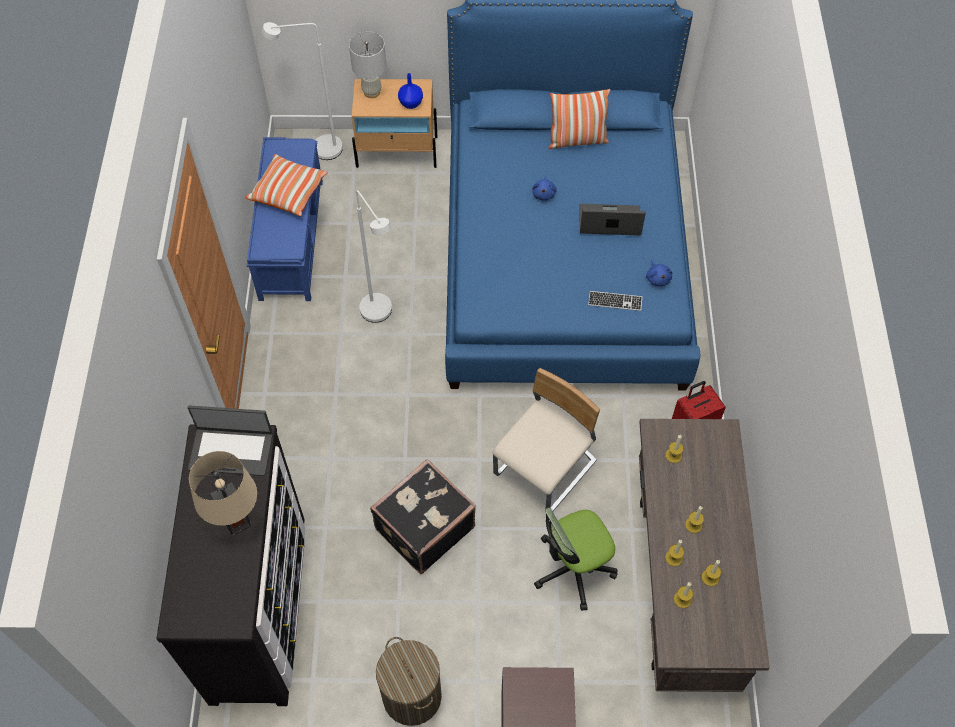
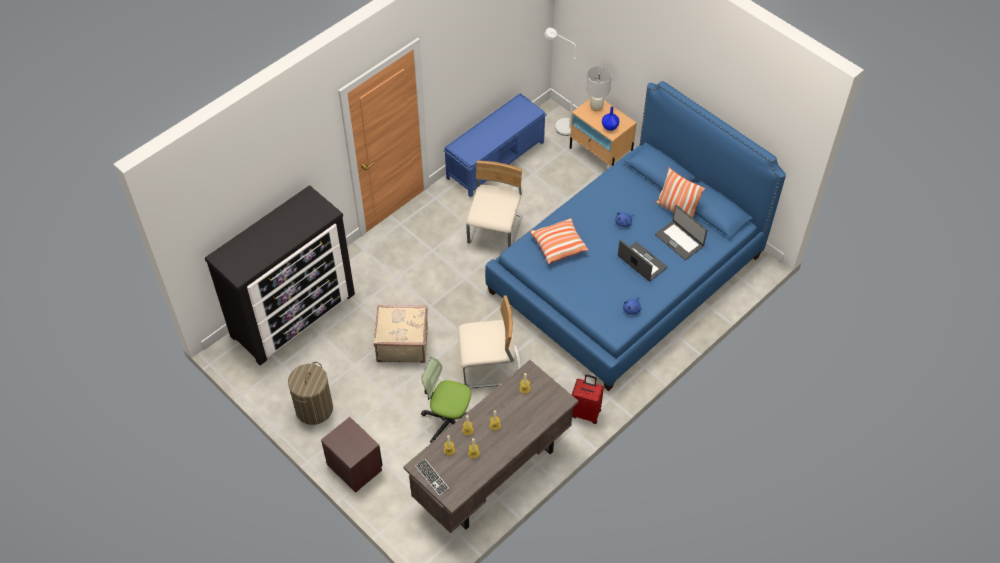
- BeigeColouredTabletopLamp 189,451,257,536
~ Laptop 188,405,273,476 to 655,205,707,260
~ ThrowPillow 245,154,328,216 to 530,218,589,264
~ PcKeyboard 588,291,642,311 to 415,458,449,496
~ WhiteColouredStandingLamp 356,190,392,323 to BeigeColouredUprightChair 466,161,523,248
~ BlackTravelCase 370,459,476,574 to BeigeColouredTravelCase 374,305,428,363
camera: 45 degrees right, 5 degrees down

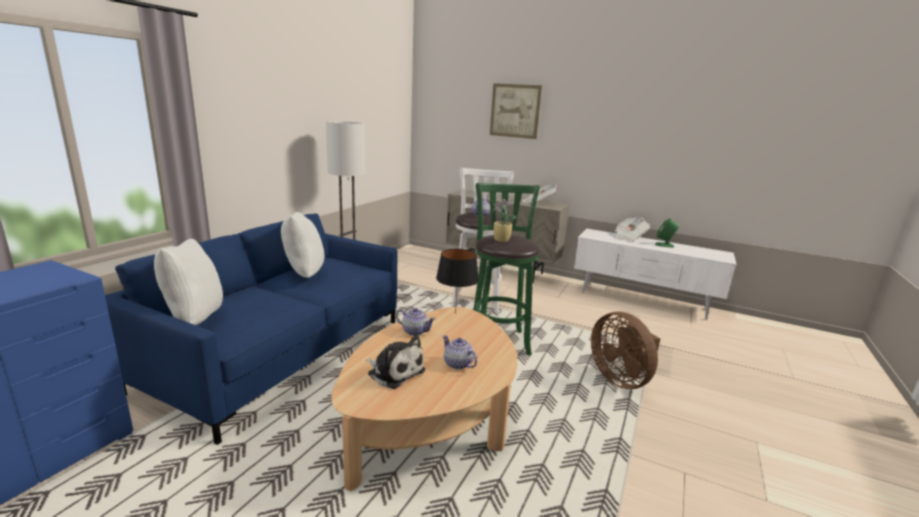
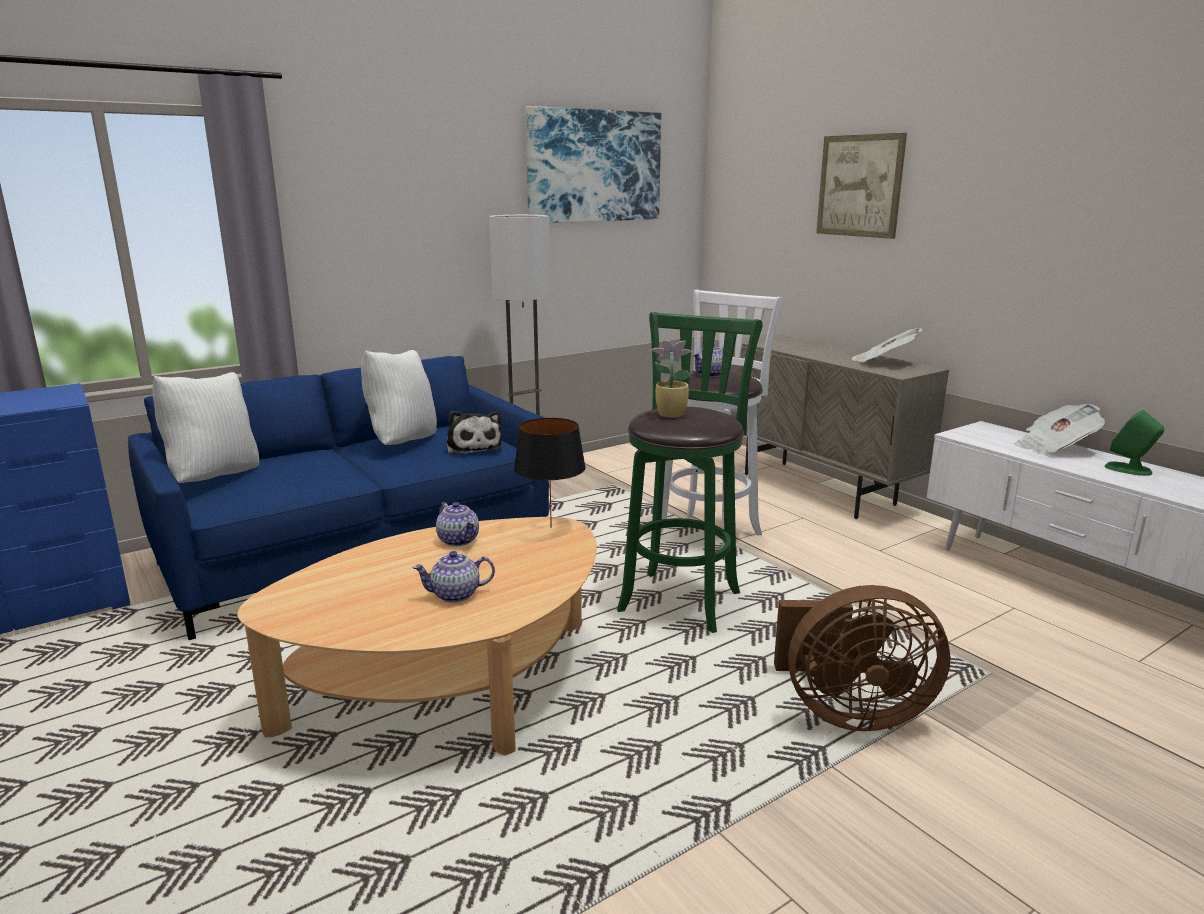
+ WallPicture 525,106,661,223
~ CuddlyToy 366,335,425,389 to 446,411,503,456
~ TeaPot 443,335,478,370 = 412,551,495,603 90 degrees counterclockwise
~ BrownColouredFan 591,312,661,389 = 774,585,950,731 90 degrees counterclockwise
camera: 30 degrees right, 0 degrees up

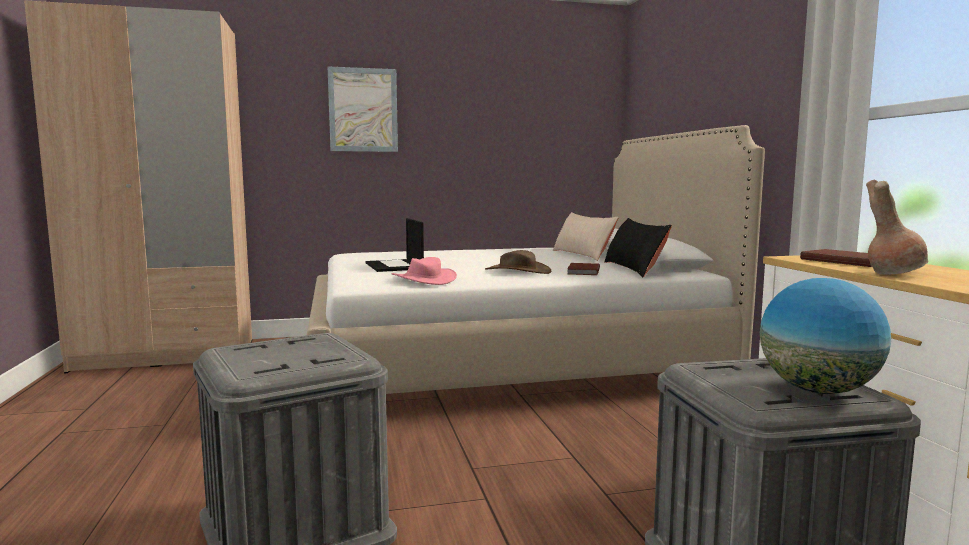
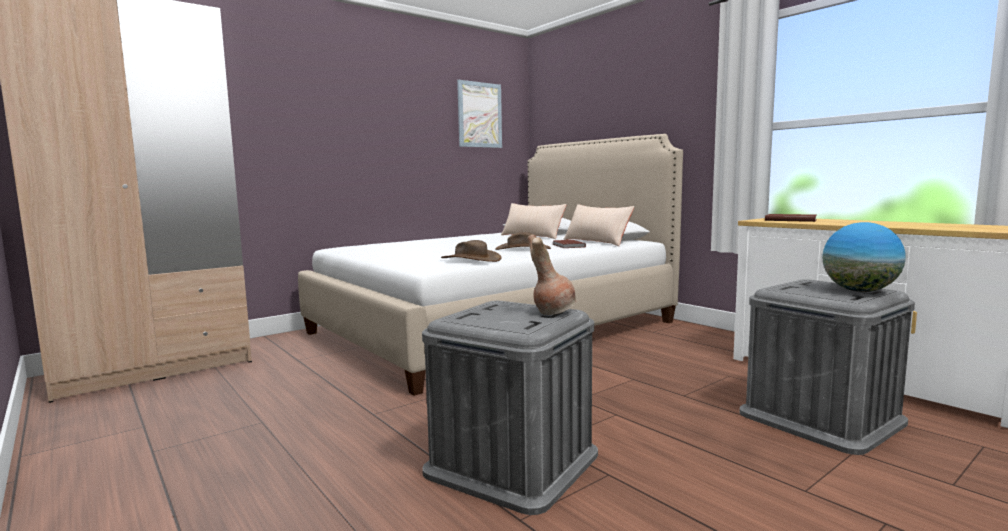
- Laptop 366,218,424,272
~ WallPicture 327,66,398,152 to 457,80,502,148
~ BrownColouredFlowerVase 866,180,929,275 to 527,234,577,315
~ PinkishHat 392,257,457,285 to BrownColouredHat 441,240,502,262
~ BlackThrowPillow 604,218,672,277 to BeigeColouredThrowPillow 563,204,634,246
camera: 25 degrees left, 0 degrees up

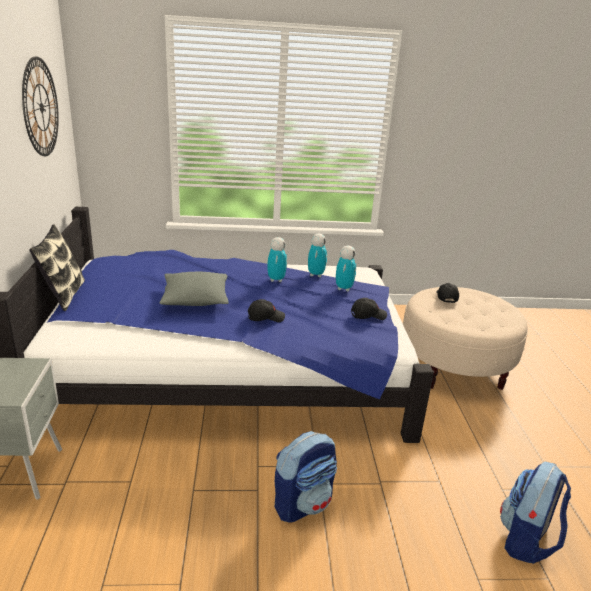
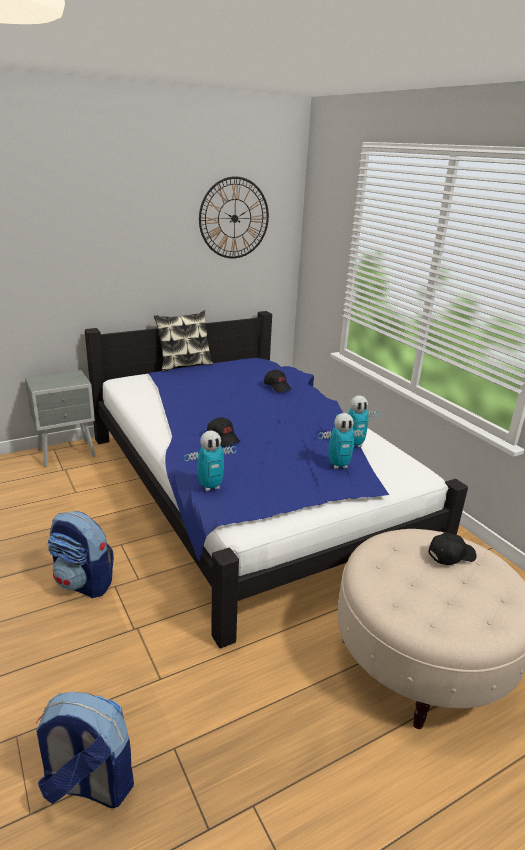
- GreyThrowPillow 159,272,229,306
~ ModelRobot 267,237,287,282 to 184,431,237,491
~ BlackPeakedCap 351,298,387,320 to 264,369,291,392
camera: 65 degrees right, 0 degrees up

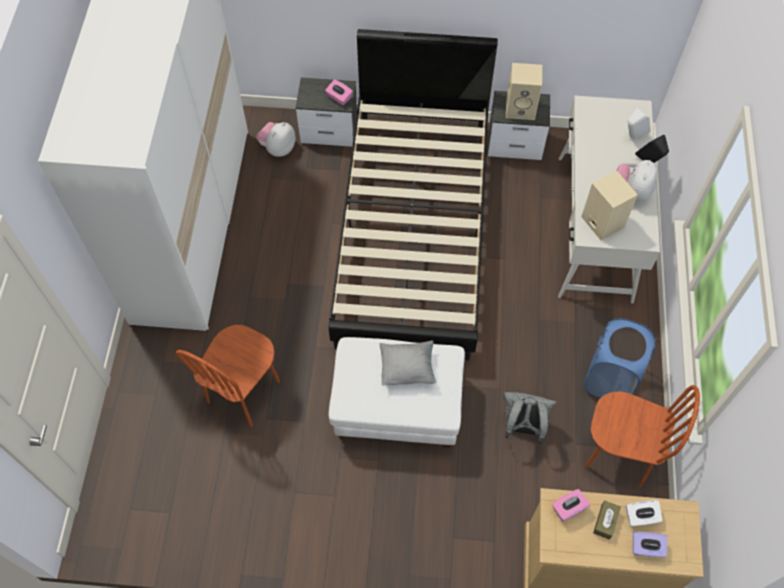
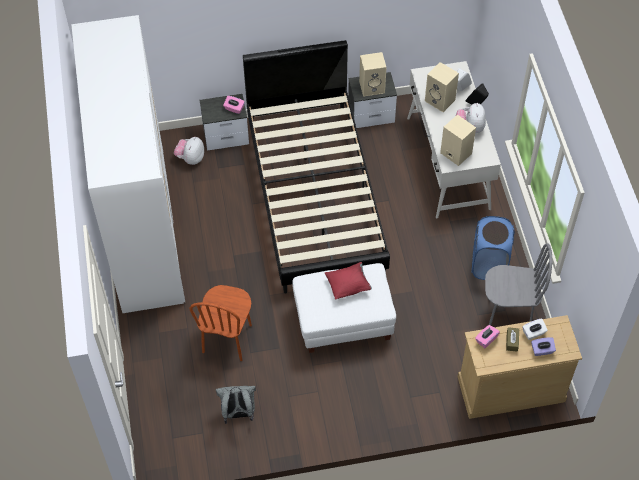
+ BeigeColouredAudioSpeaker 425,62,459,112
~ GreyRucksack 503,392,556,444 to 216,386,256,424
~ GreyThrowPillow 379,341,436,385 to RedColouredThrowPillow 325,262,372,299
~ BrownColouredUprightChair 585,385,700,487 to GreyUprightChair 485,243,552,325
camera: 15 degrees left, 5 degrees down

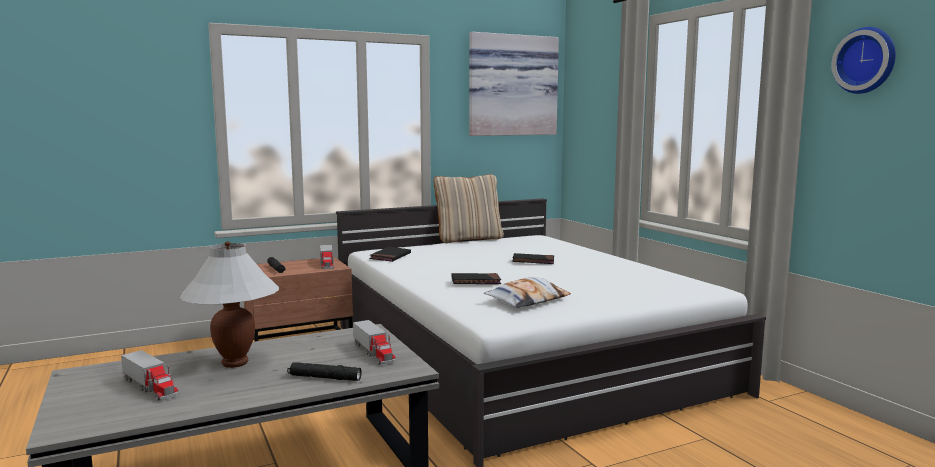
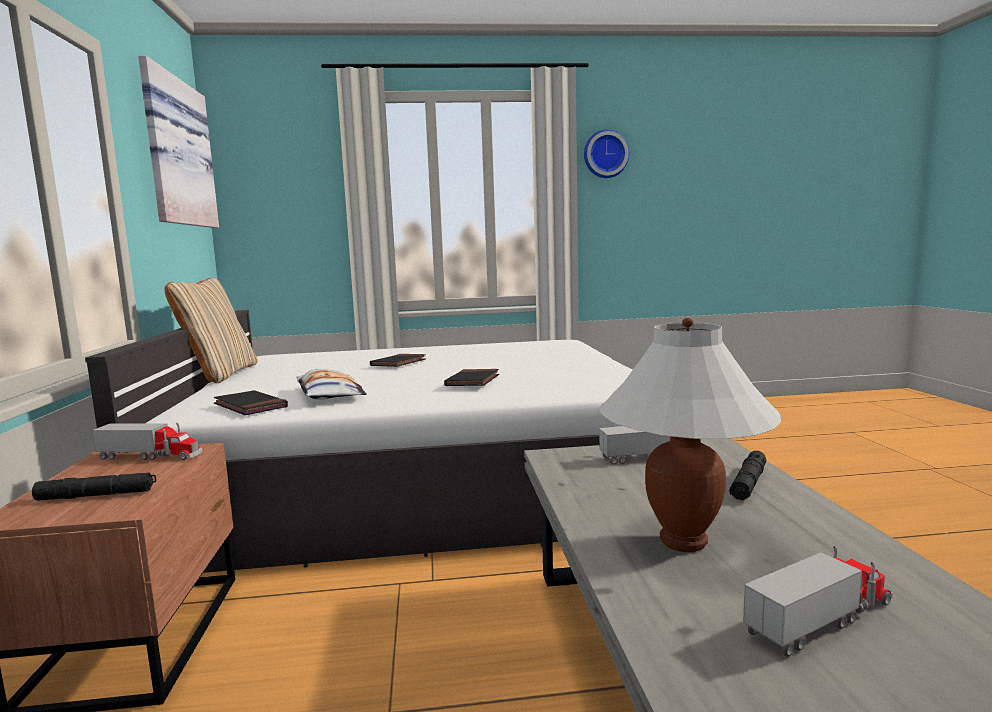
~ ThrowPillow 484,277,571,308 to 296,369,367,399
camera: 70 degrees left, 0 degrees up

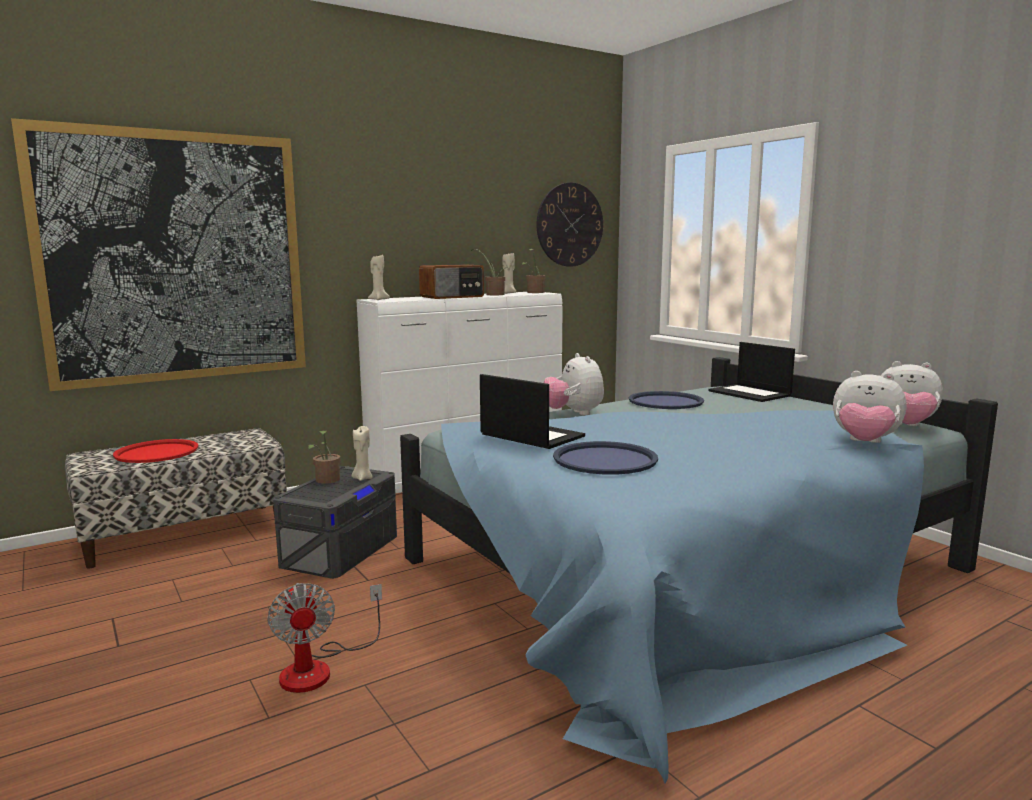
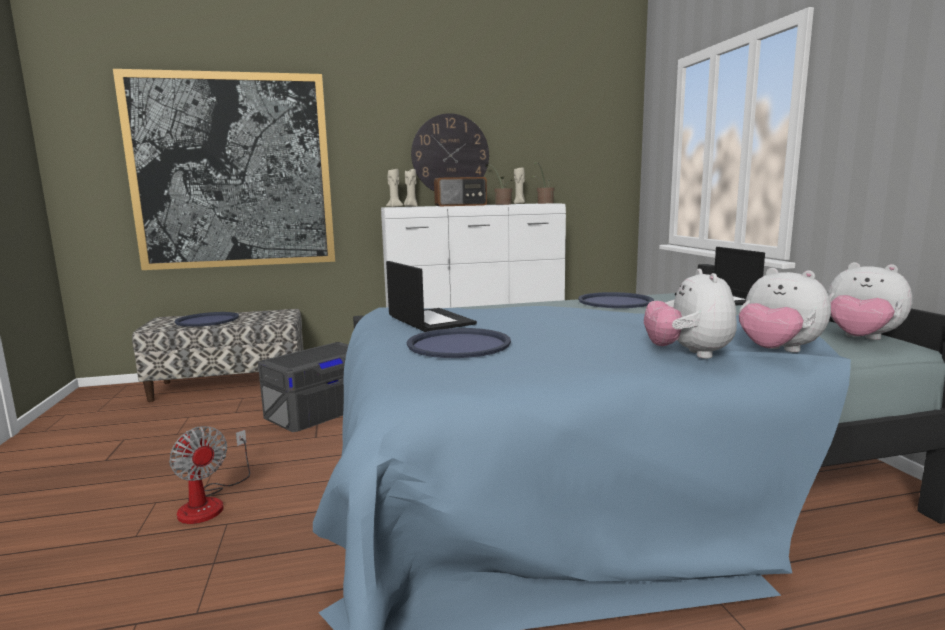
- PlantInAPot 308,430,341,484
~ BeigeColouredCandle 352,426,373,481 to 404,169,418,207
~ HangingClock 537,182,603,267 to 411,113,489,191
~ CuddlyToy 544,353,604,415 to 644,269,737,359
~ RedColouredServingTray 113,439,198,463 to BluishServingTray 174,312,239,327
~ Fan 267,583,382,693 = 169,426,250,524 45 degrees counterclockwise
camera: 20 degrees right, 0 degrees up

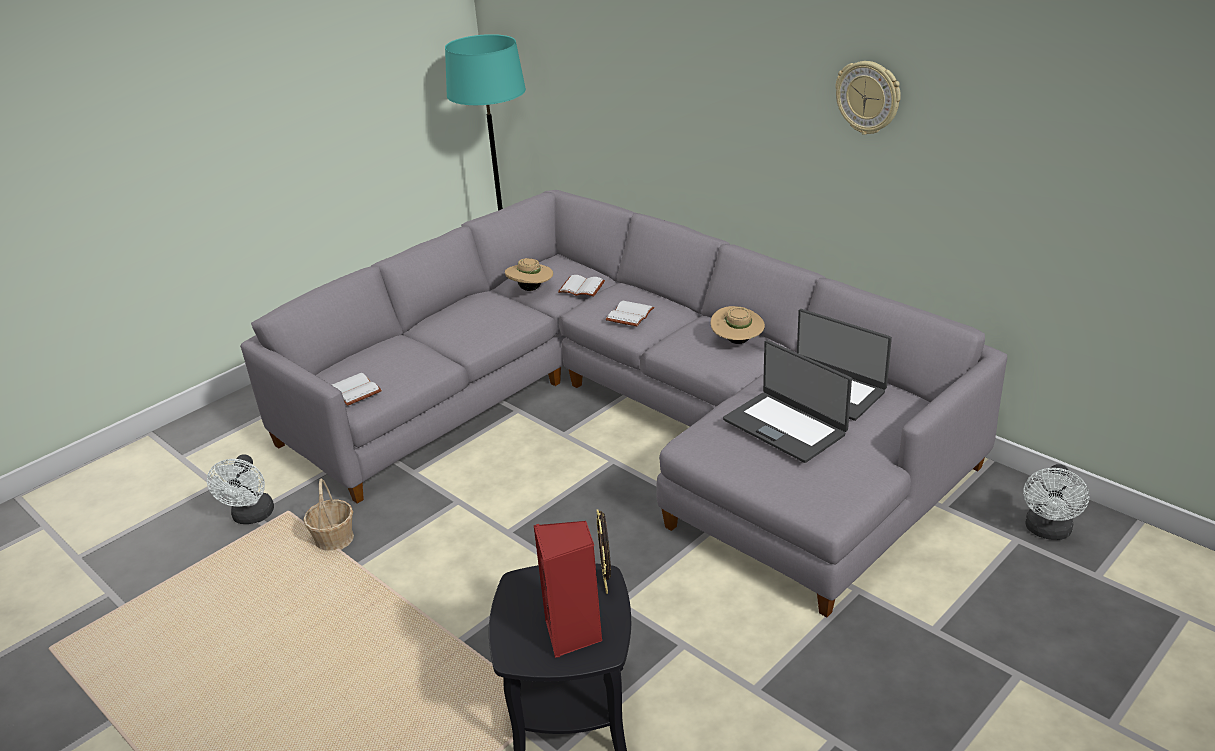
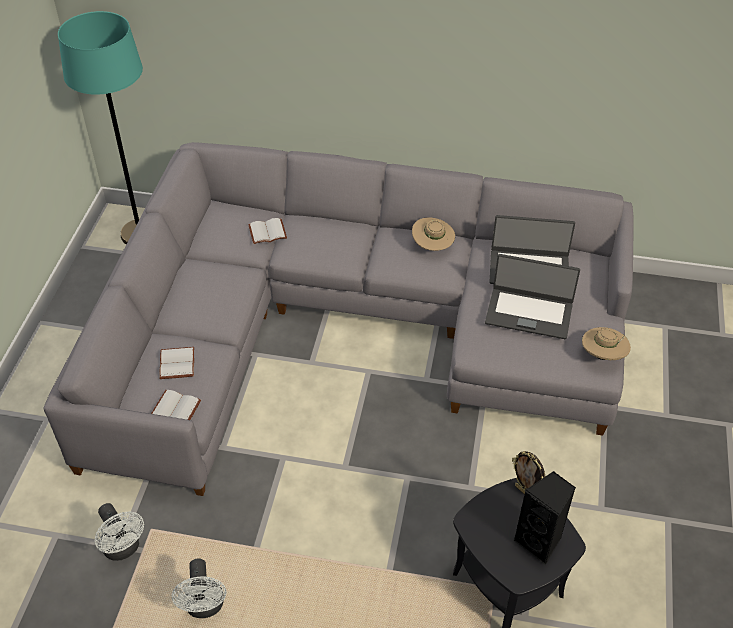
- StorageBasket 304,479,354,551
- HangingClock 835,61,901,135
~ BeigeColouredHat 505,258,553,291 to 582,327,631,360
~ WhiteColouredVolume 605,301,655,326 to 159,347,194,379
~ WhiteColouredFan 1023,464,1089,540 to 172,558,226,618
~ RedColouredAudioSpeaker 534,521,602,658 to BlackAudioSpeaker 514,471,576,565
camera: 35 degrees left, 15 degrees up

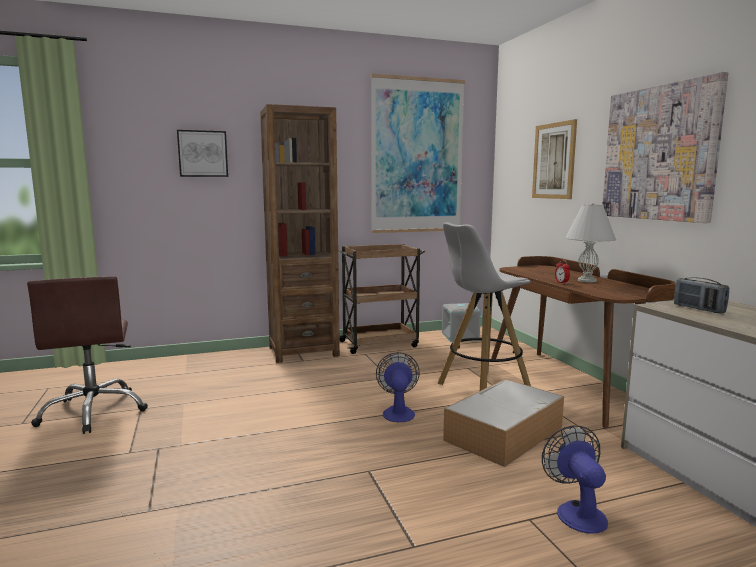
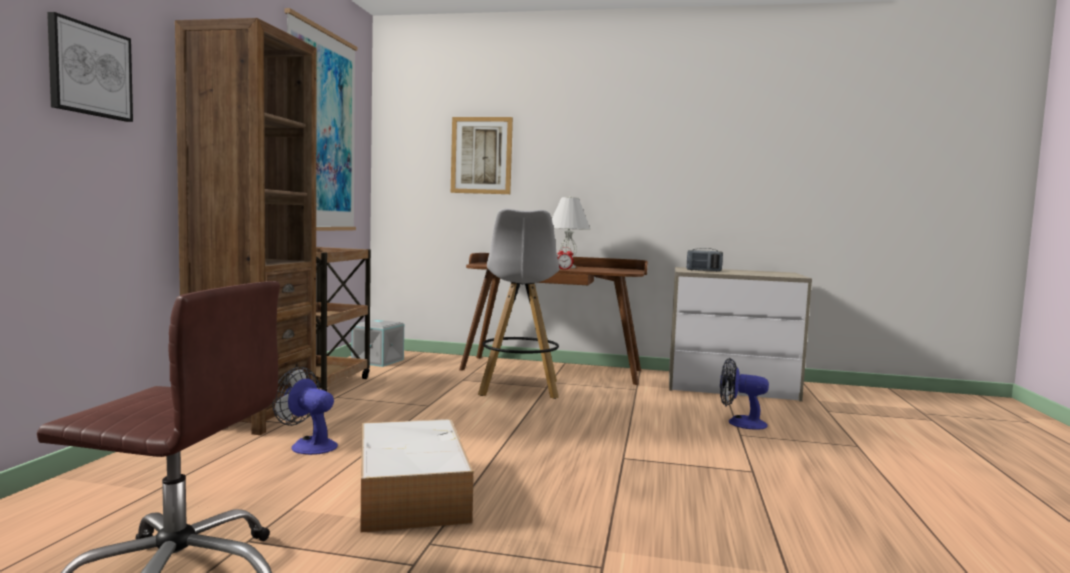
- WallPicture 602,72,728,223
~ Fan 376,352,420,422 to 272,367,338,455
~ StorageBin 443,379,564,467 to 360,419,474,533
camera: 60 degrees left, 5 degrees down

